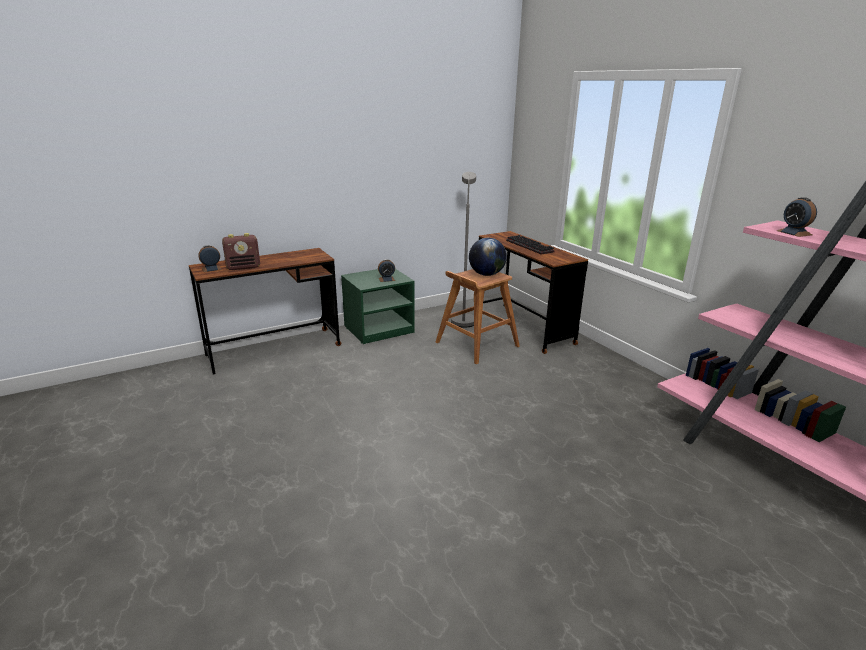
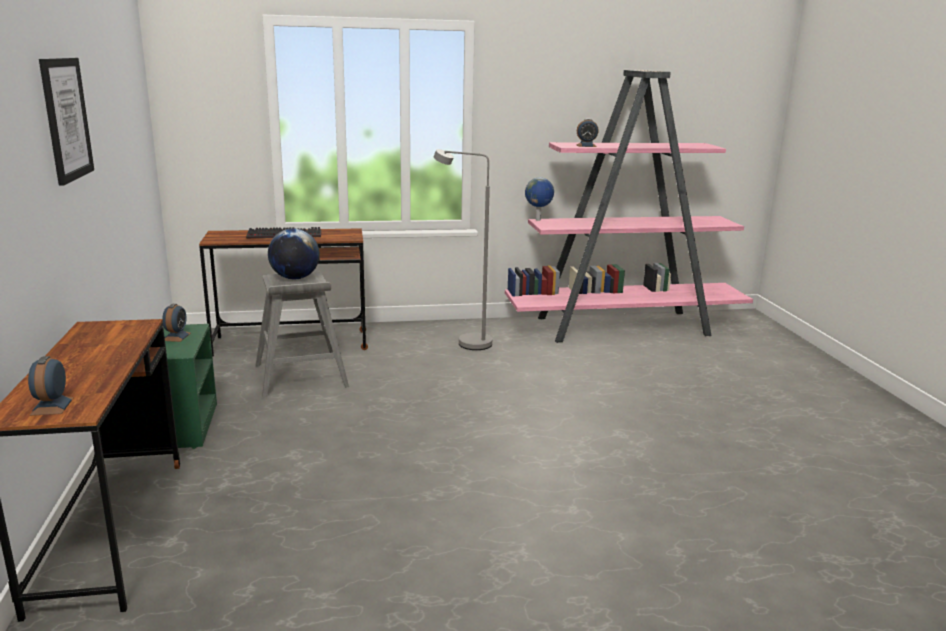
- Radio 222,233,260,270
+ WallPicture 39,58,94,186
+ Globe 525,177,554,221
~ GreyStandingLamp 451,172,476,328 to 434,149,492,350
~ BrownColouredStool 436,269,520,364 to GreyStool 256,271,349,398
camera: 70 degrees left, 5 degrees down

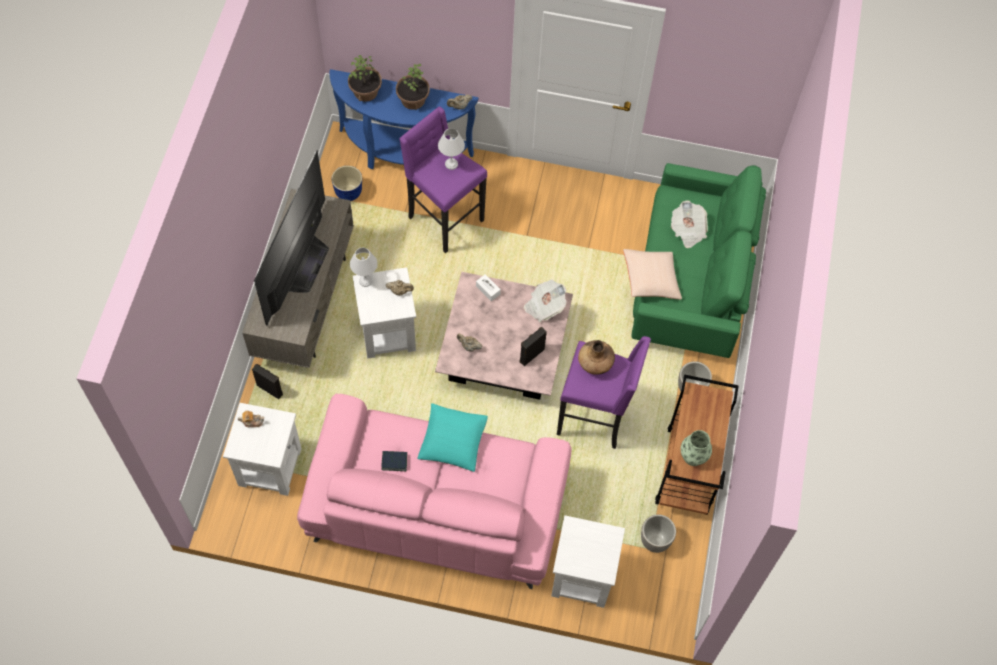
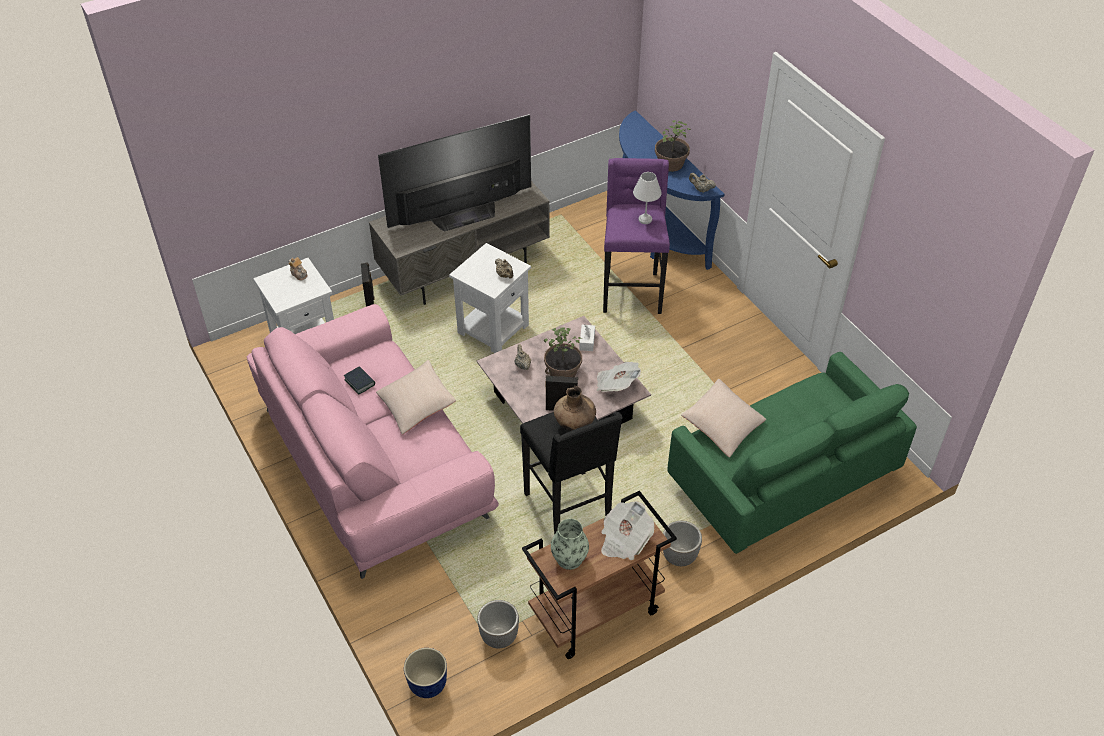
- WhiteColouredTabletopLamp 350,248,378,287
- WhiteColouredSideTable 551,515,625,608
~ PlantPot 331,166,362,201 to 404,648,447,698
~ PlantInAPot 348,55,382,102 to 544,328,582,377
~ PrintedPaper 671,200,708,248 to 601,501,654,560
~ TurquoiseThrowPillow 417,403,488,472 to BeigeColouredThrowPillow 376,360,456,434
~ PurpleStool 557,336,651,449 to BlackStool 520,412,623,535
camera: 50 degrees right, 15 degrees down

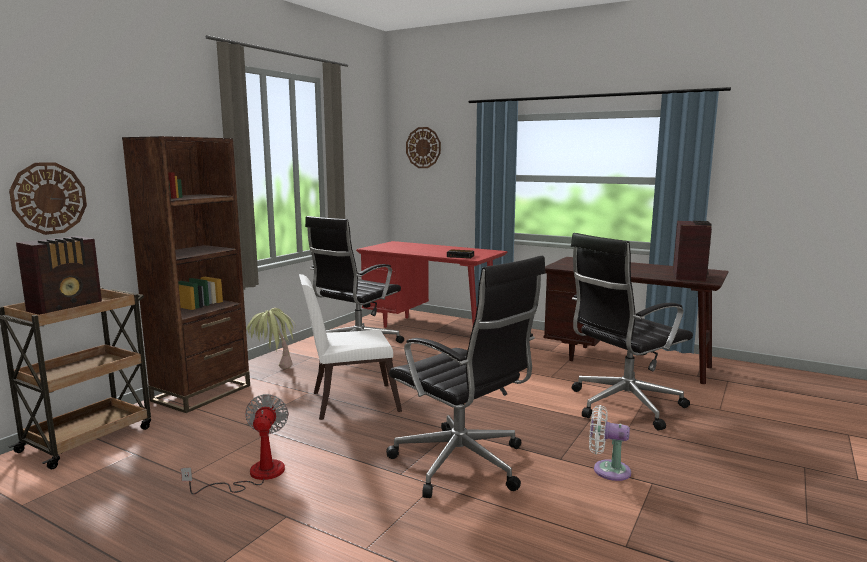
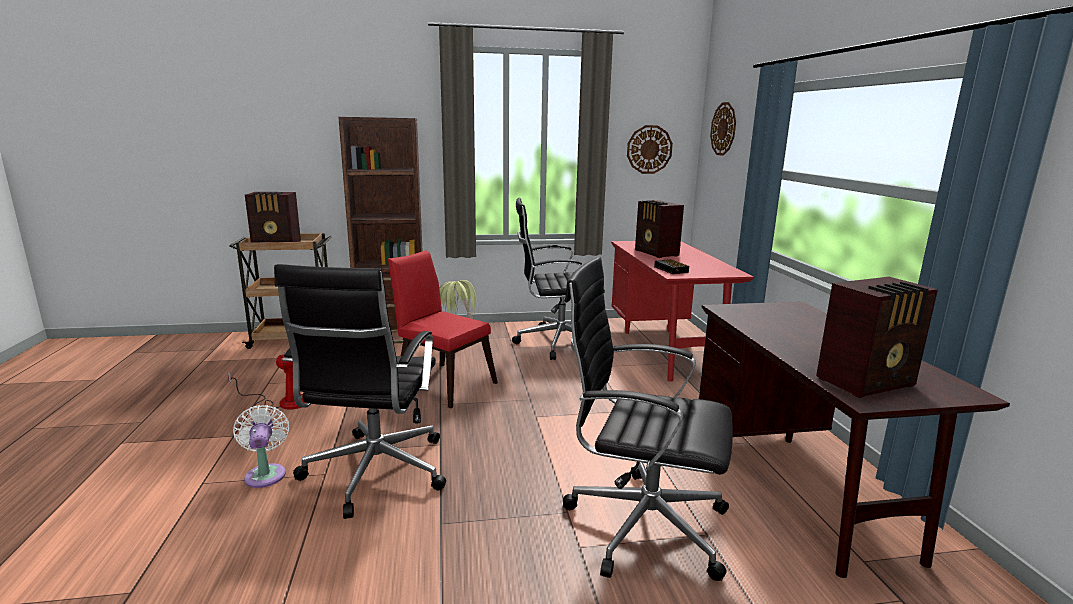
+ Radio 635,200,684,258
~ HangingClock 9,162,87,235 to 627,125,673,174
~ WhiteColouredFan 589,405,631,481 to 233,405,289,488
~ WhiteColouredUprightChair 299,274,402,420 to RedColouredUprightChair 388,250,498,408
camera: 50 degrees right, 5 degrees up

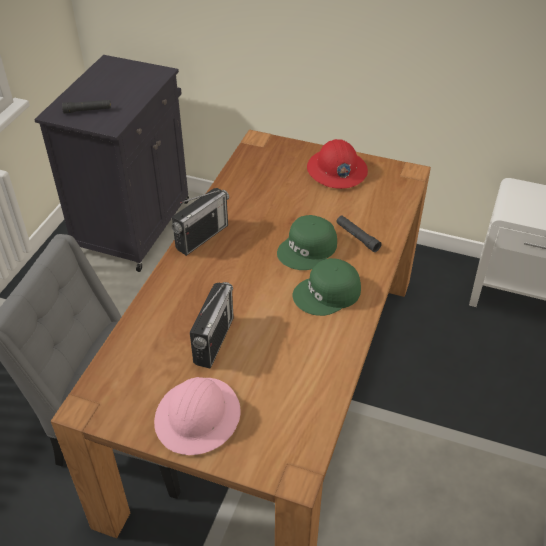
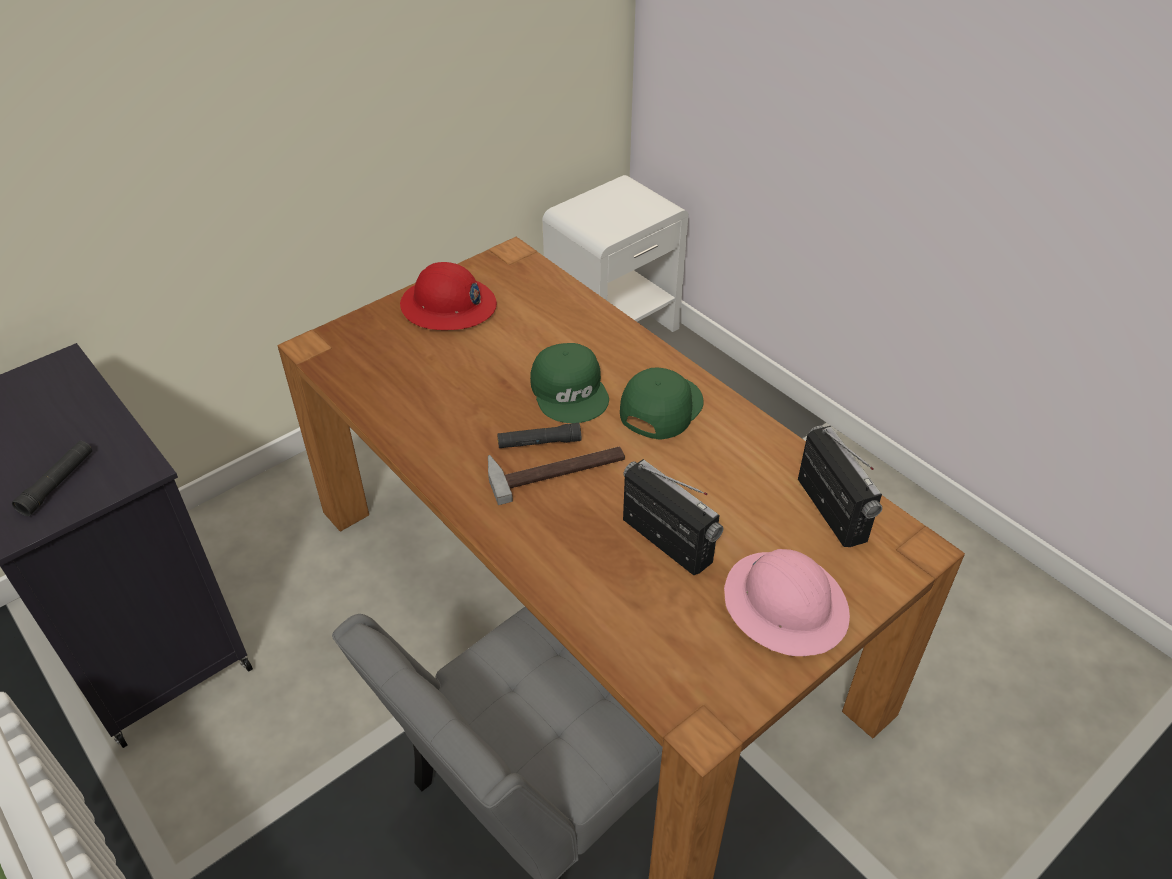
+ HandHammer 488,447,625,505
~ Radio 171,188,229,256 to 798,426,882,547
~ BlackTorch 336,215,382,252 to 497,423,581,448
~ GreenColouredPeakedCap 293,258,361,316 = 620,368,704,440 150 degrees counterclockwise
camera: 60 degrees left, 0 degrees up

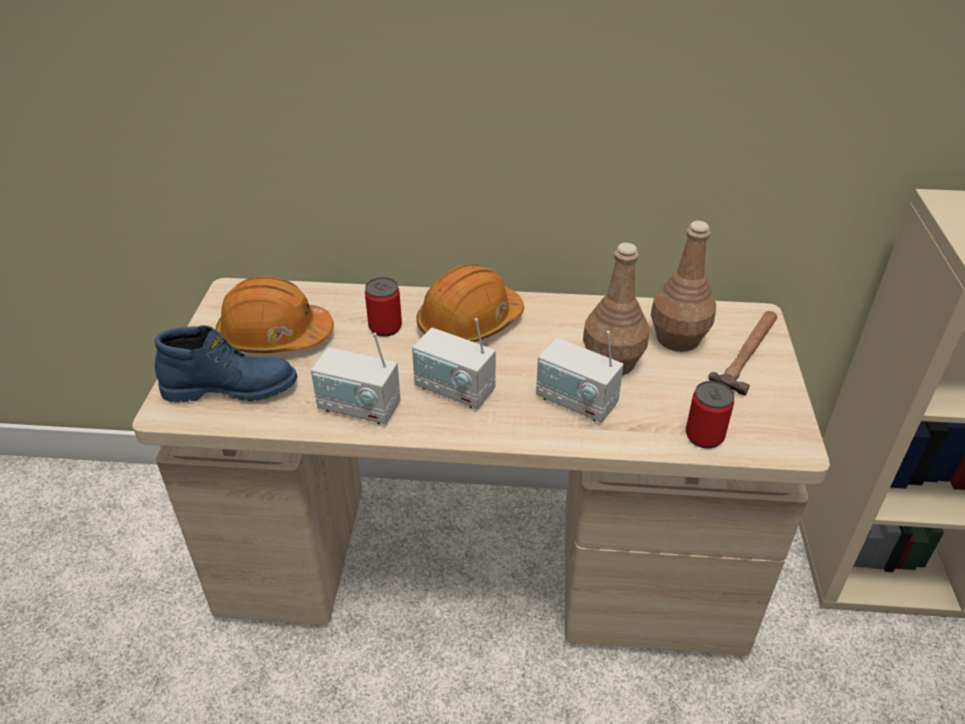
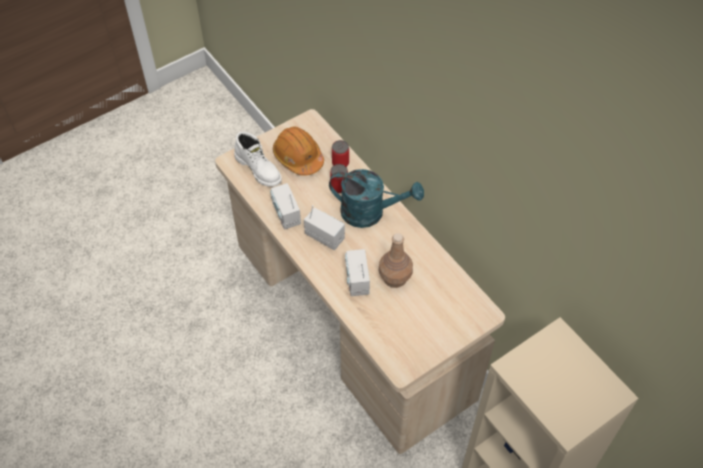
- BrownColouredDrinkBottle 651,221,716,352
- HandHammer 708,311,777,396
~ MetalCan 686,381,734,449 to 332,140,349,167
~ OrangeColouredHardHat 417,264,524,342 to TurquoiseWateringPot 329,169,424,228
~ BluishHighTopBoot 155,325,297,402 to WhiteColouredHighTopBoot 234,132,282,187
~ Radio 412,318,496,409 = 304,205,345,251 135 degrees clockwise
camera: 50 degrees right, 15 degrees up

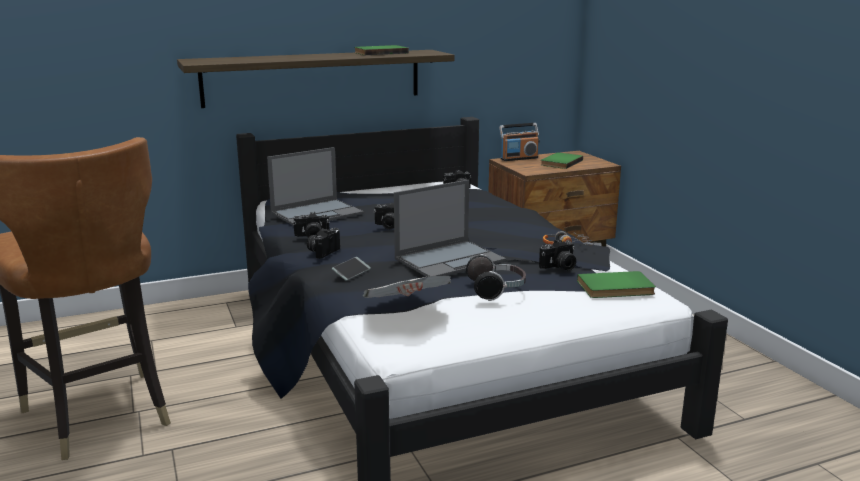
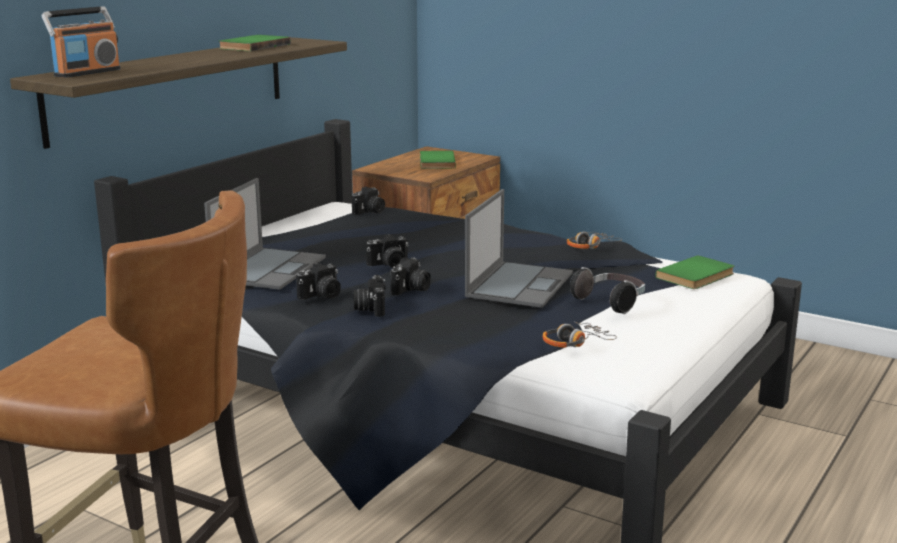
- Phone 332,257,371,281
~ Radio 499,123,540,161 to 41,6,121,78
~ StillCamera 539,239,576,270 to 391,257,431,296
~ PrintedPaper 363,276,451,298 to Headphones 542,321,617,347
camera: 35 degrees left, 0 degrees up

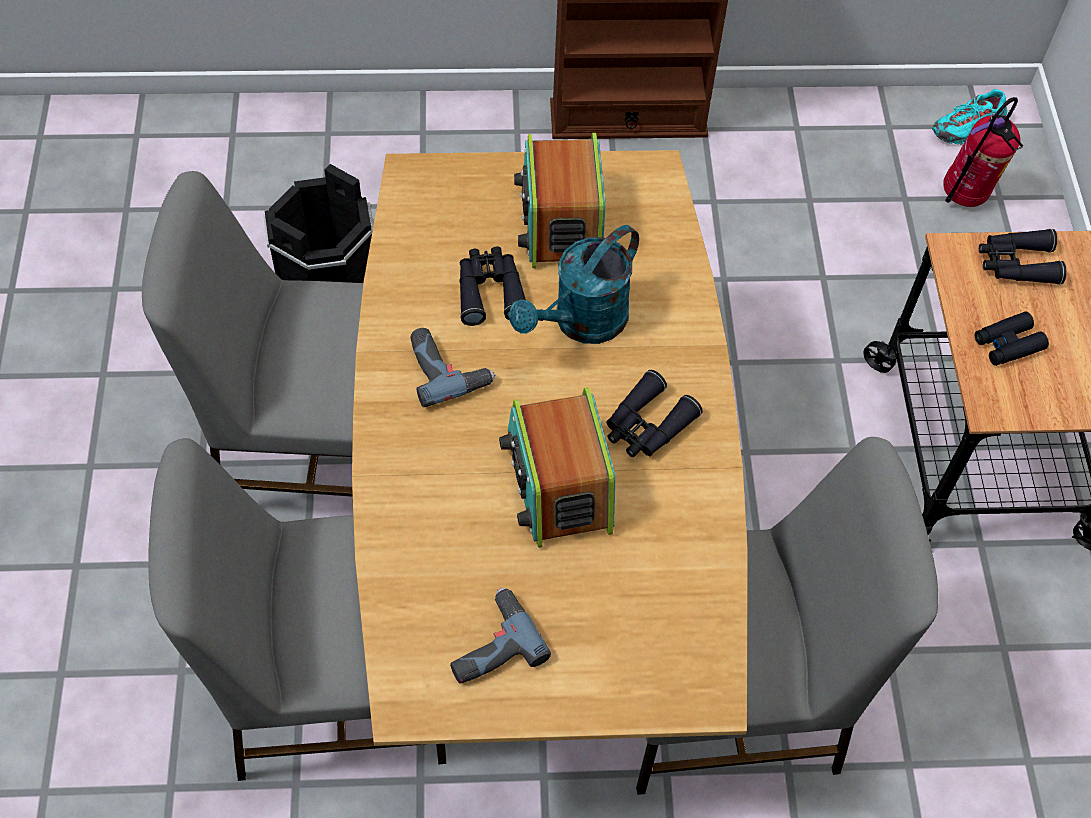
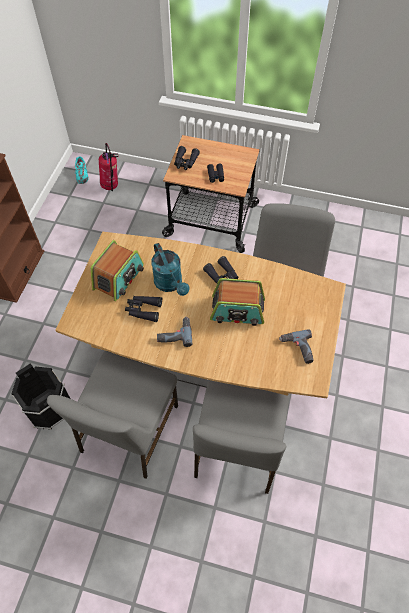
~ Radio 514,133,605,268 = 91,240,144,301 75 degrees counterclockwise
camera: 70 degrees left, 0 degrees up

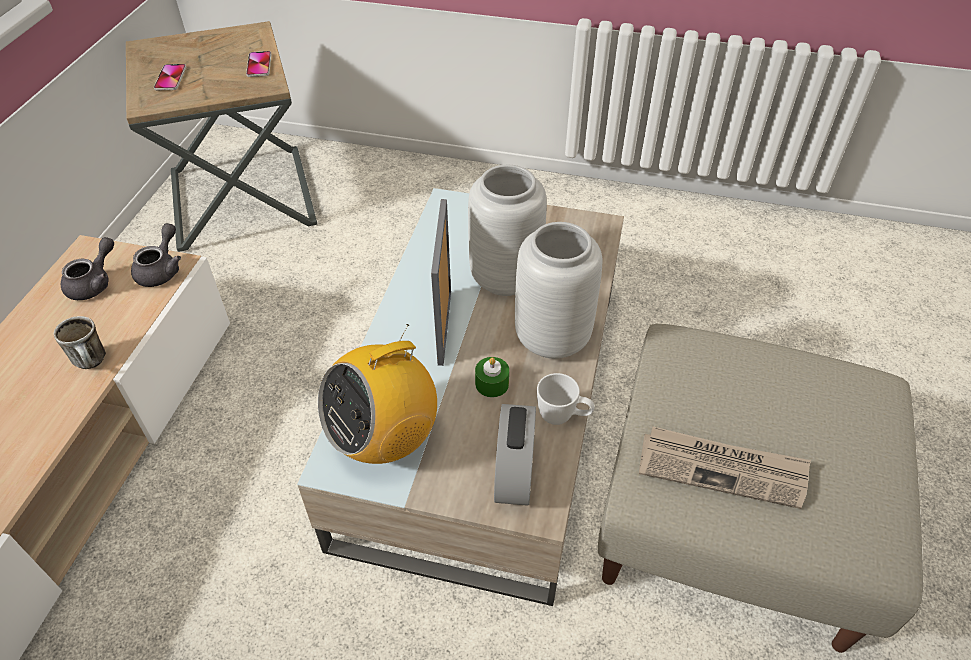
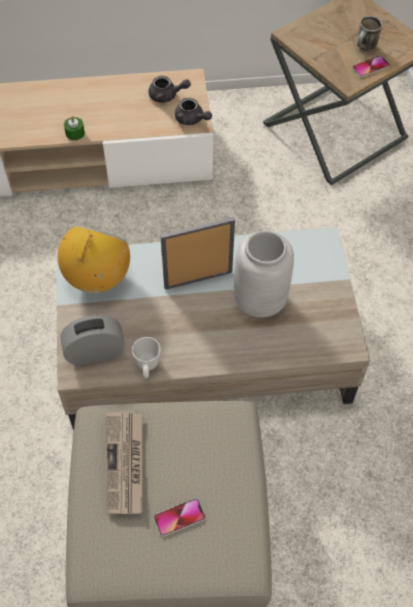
- GreyFlowerVase 515,222,603,359
~ CoffeeMug 54,316,106,369 to 357,16,383,51
~ Phone 154,64,186,90 to 154,498,205,536
~ GreenColouredCandle 475,357,509,397 to 64,116,85,140
~ GreyTeaPot 131,223,181,287 = 175,98,212,125 45 degrees clockwise
~ Radio 318,324,437,464 = 58,225,130,293 75 degrees clockwise
camera: 70 degrees right, 10 degrees up

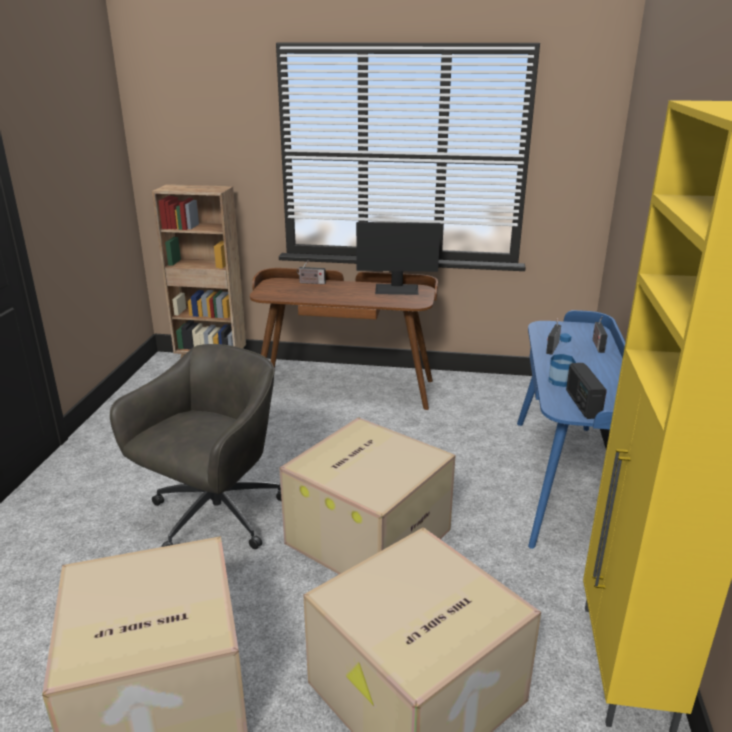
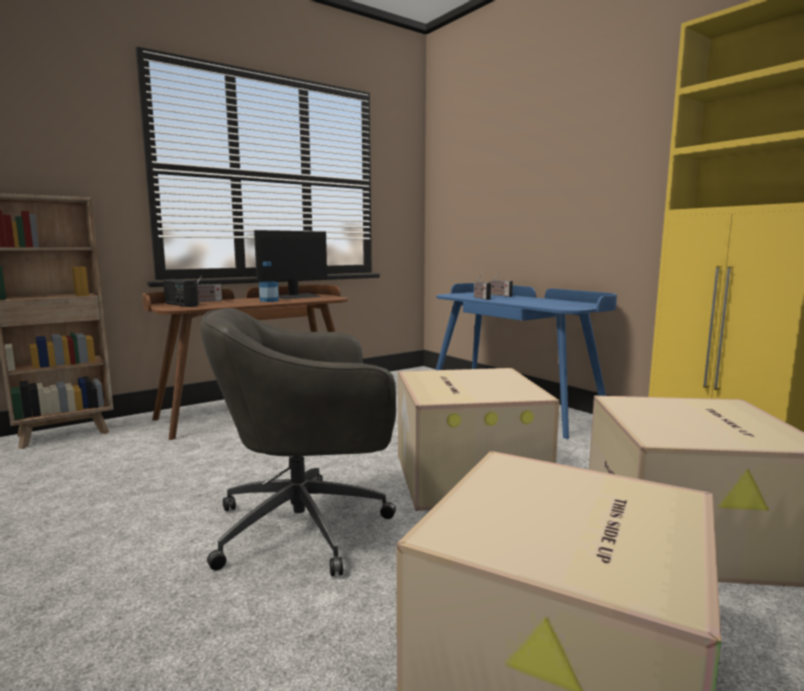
~ DrinkBottle 548,333,576,387 to 259,262,279,302
~ Radio 566,363,607,419 to 163,279,199,307
~ GreyOfficeChair 110,344,282,549 = 200,308,396,576 90 degrees counterclockwise
camera: 45 degrees left, 15 degrees down

